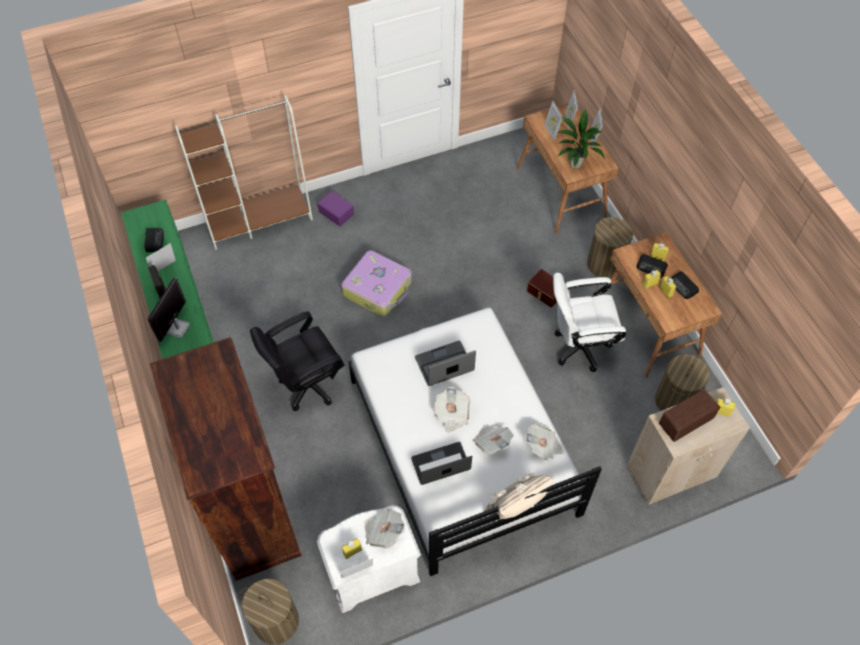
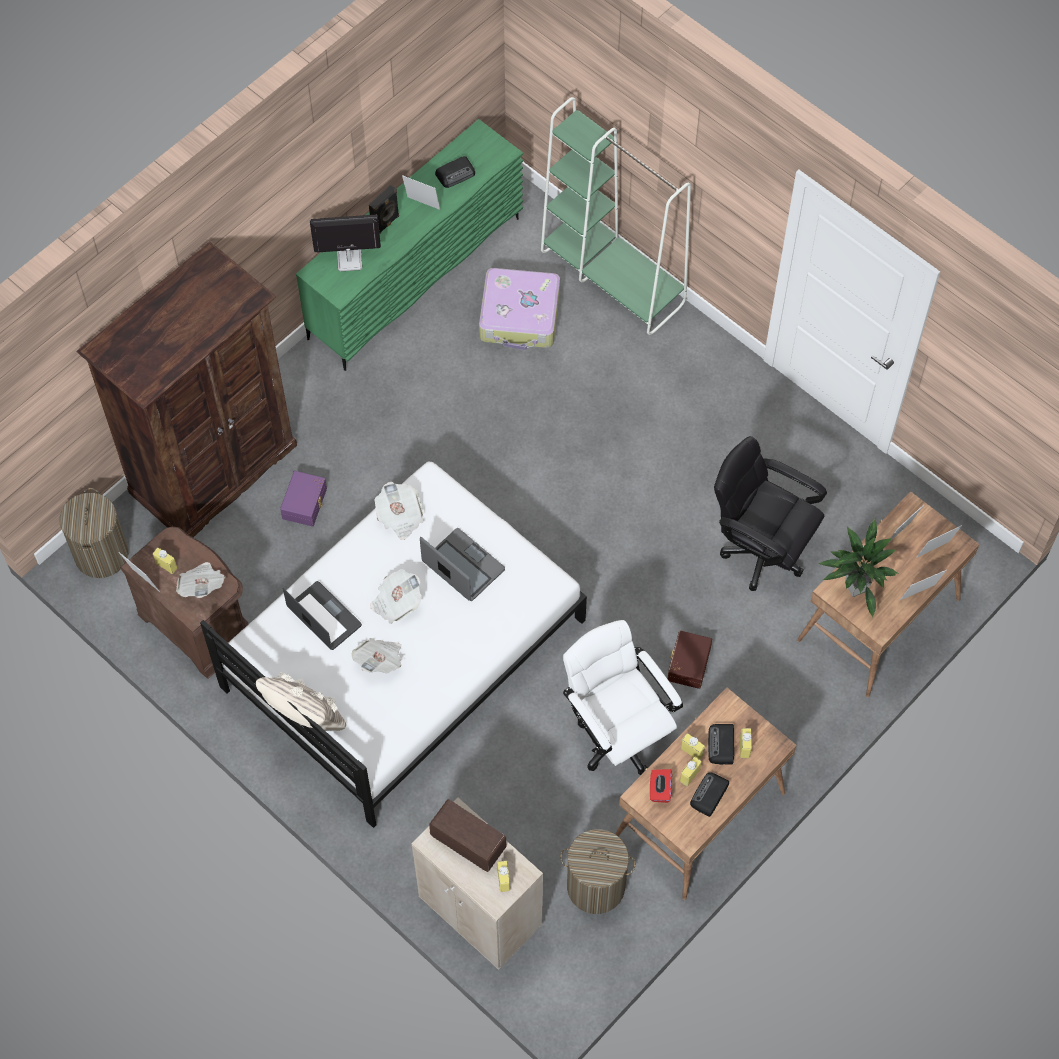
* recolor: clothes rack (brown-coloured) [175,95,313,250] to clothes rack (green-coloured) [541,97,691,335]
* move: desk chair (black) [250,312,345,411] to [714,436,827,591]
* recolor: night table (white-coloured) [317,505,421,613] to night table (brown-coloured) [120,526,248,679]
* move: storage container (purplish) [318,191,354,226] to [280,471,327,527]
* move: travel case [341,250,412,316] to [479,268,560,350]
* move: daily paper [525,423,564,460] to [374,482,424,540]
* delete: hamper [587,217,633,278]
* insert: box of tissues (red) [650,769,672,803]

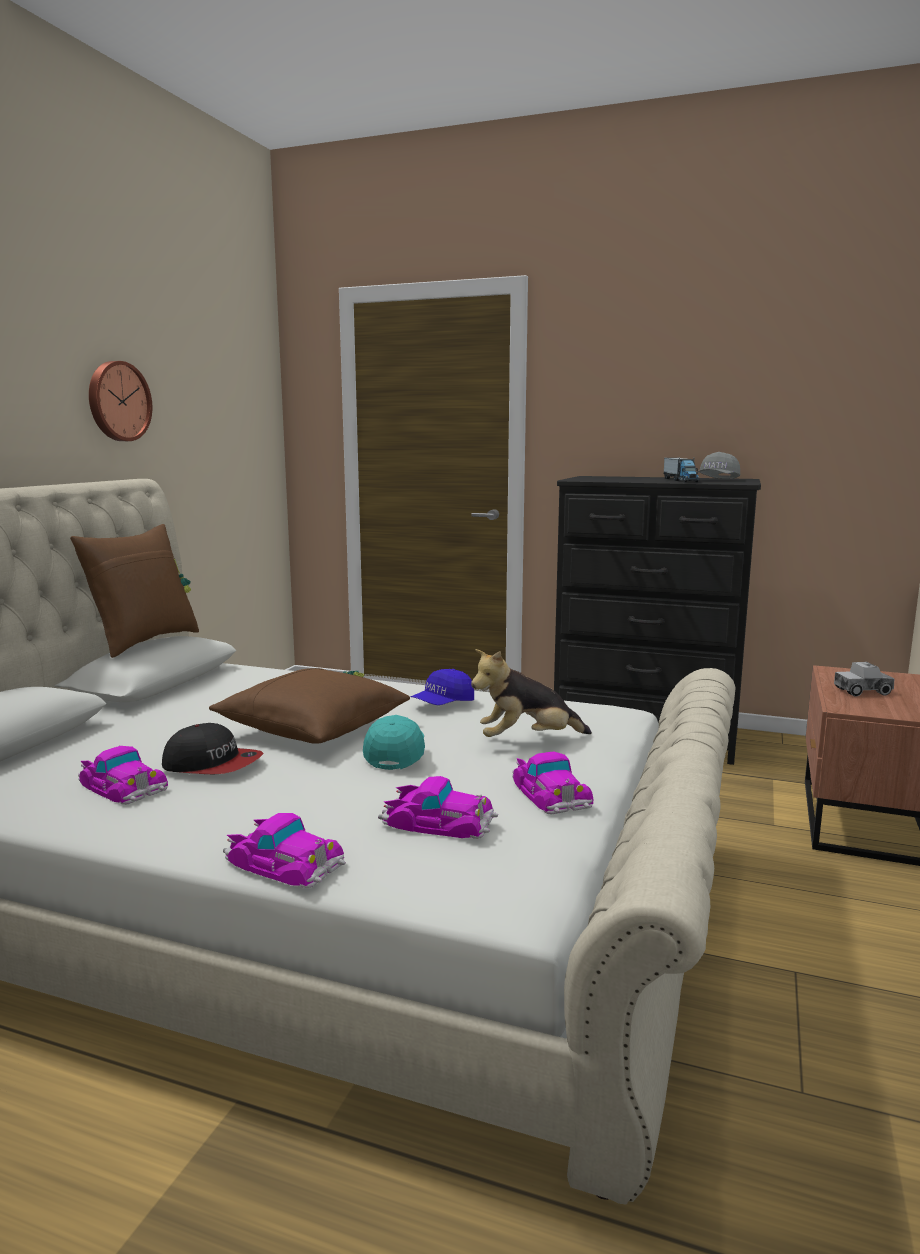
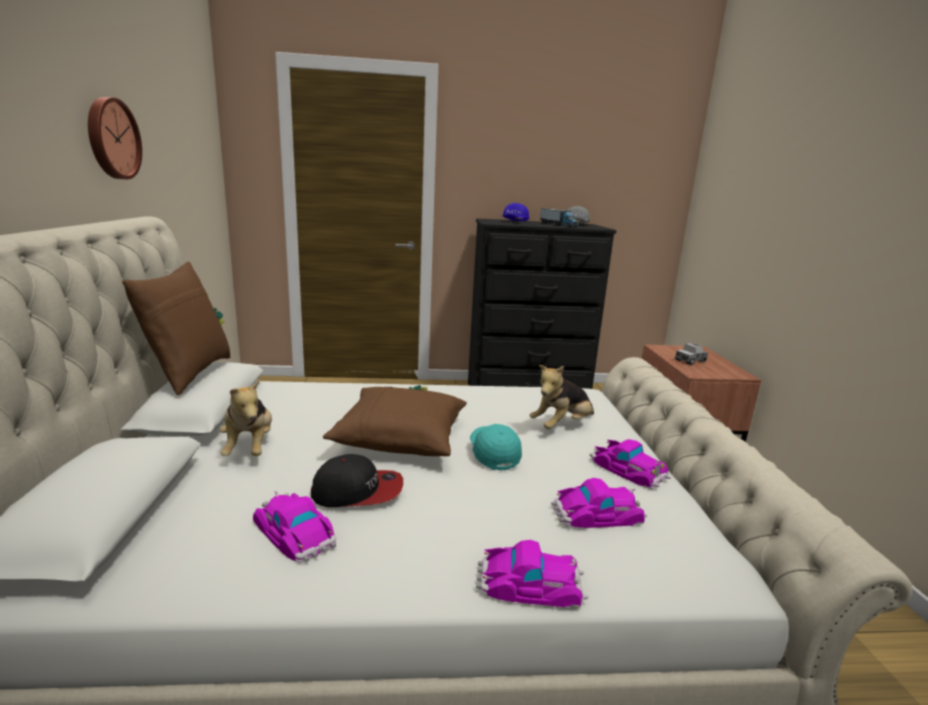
* rotate: model car [78,746,168,805] = [253,491,336,563] 150 degrees counterclockwise
* move: peaked cap (blue) [411,669,474,705] to [501,203,529,222]
* insert: plush toy [220,379,272,456]

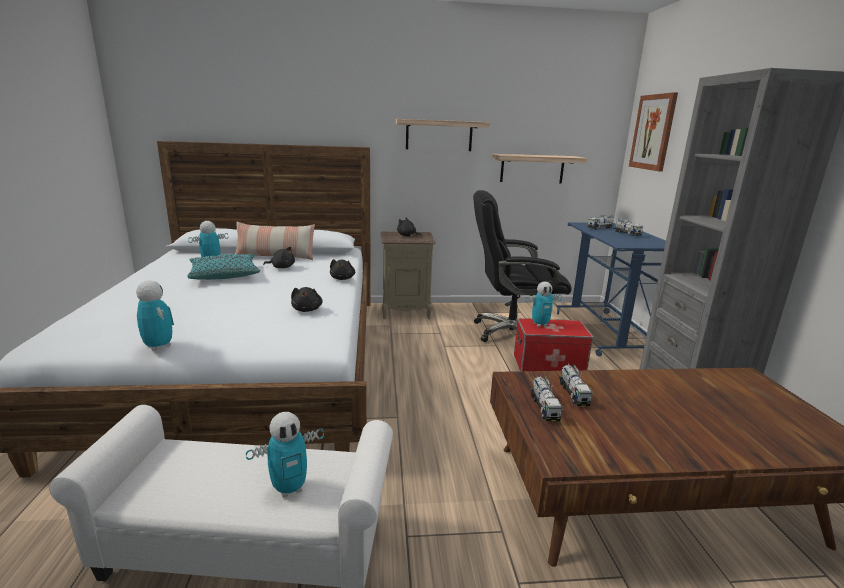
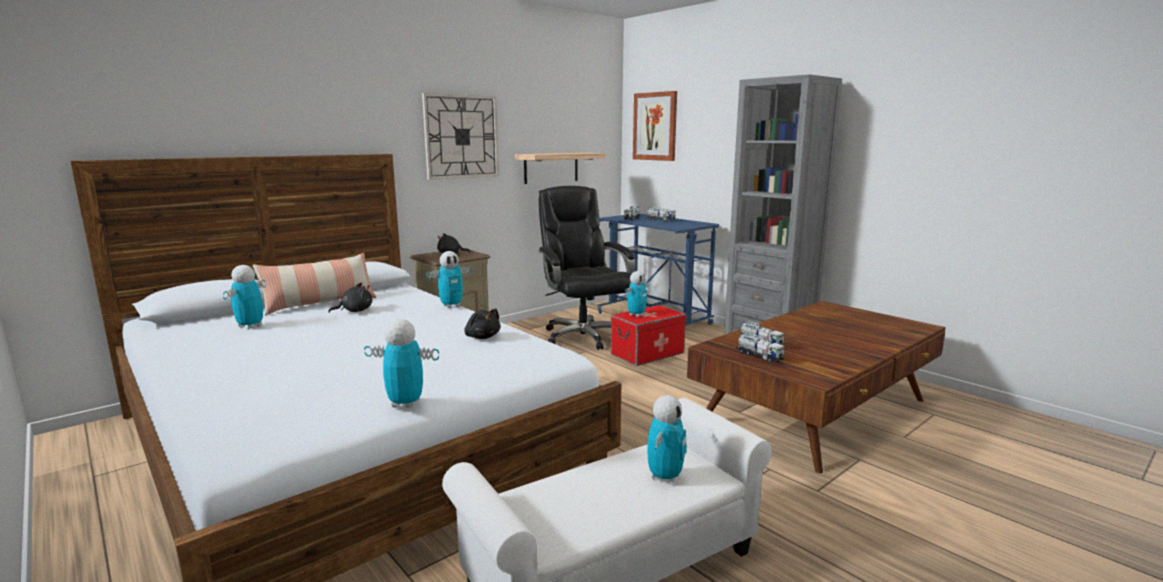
* delete: pillow (blue-green) [187,254,260,280]
* replace: plush toy (black) [330,259,355,280] to model robot [426,251,473,309]
* replace: bracket shelf [396,119,490,151] to clock on the wall [422,93,499,180]
* rotate: desk chair (black) [473,190,572,342] = [539,186,635,350] 105 degrees clockwise

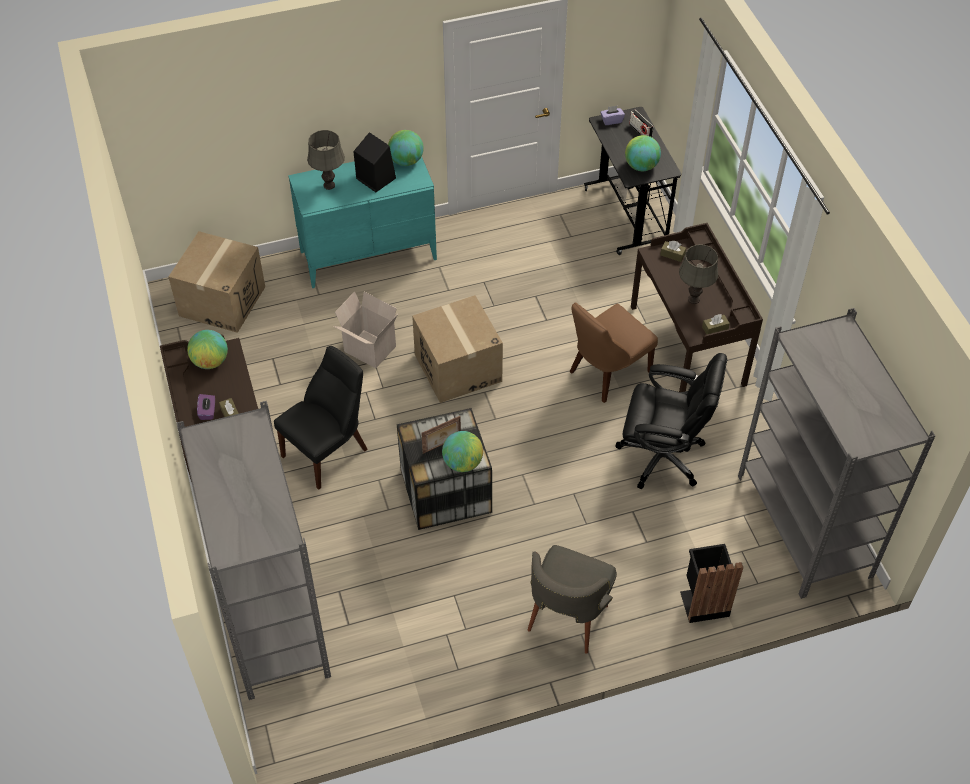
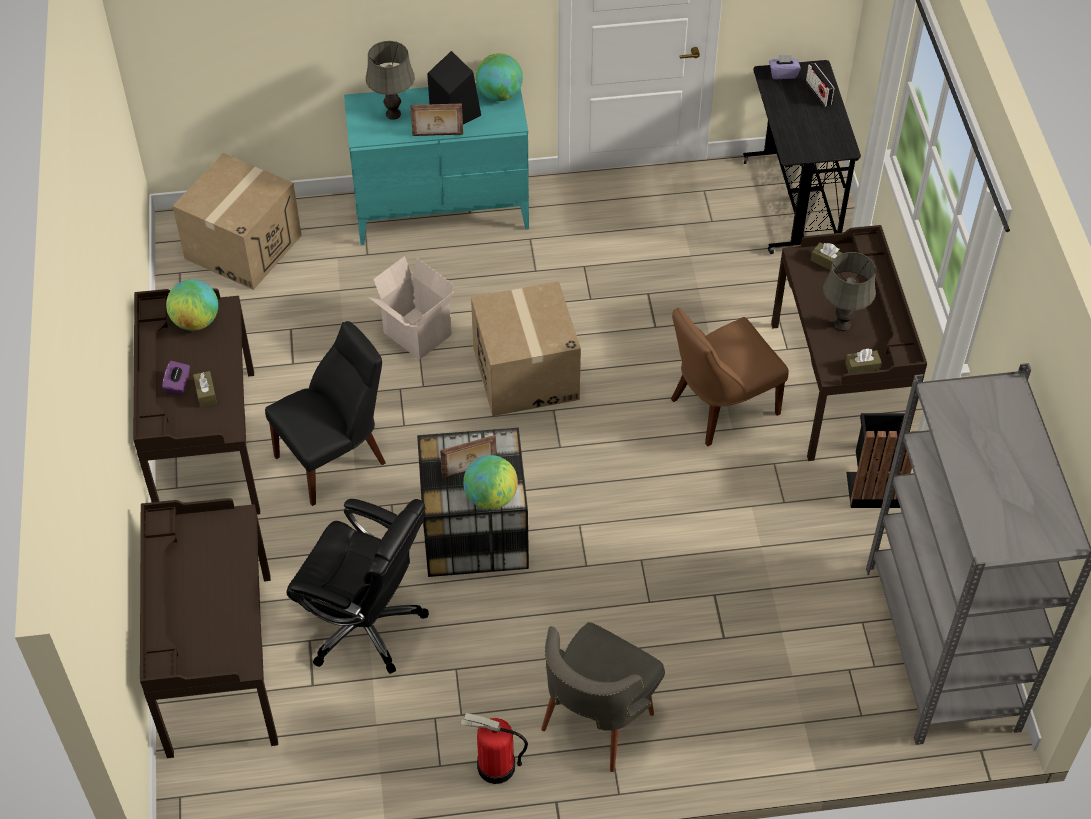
* replace: bookshelf (grey) [176,401,331,700] to desk table (brown-coloured) [140,498,278,758]
* move: desk chair (black) [616,353,728,489] to [286,499,429,674]
* delete: globe [625,135,661,171]
* move: trash can (black) [680,544,743,623] to [846,413,918,508]
* insert: standing frame [410,103,463,136]
* insert: fire-fighting cylinder [460,713,528,784]

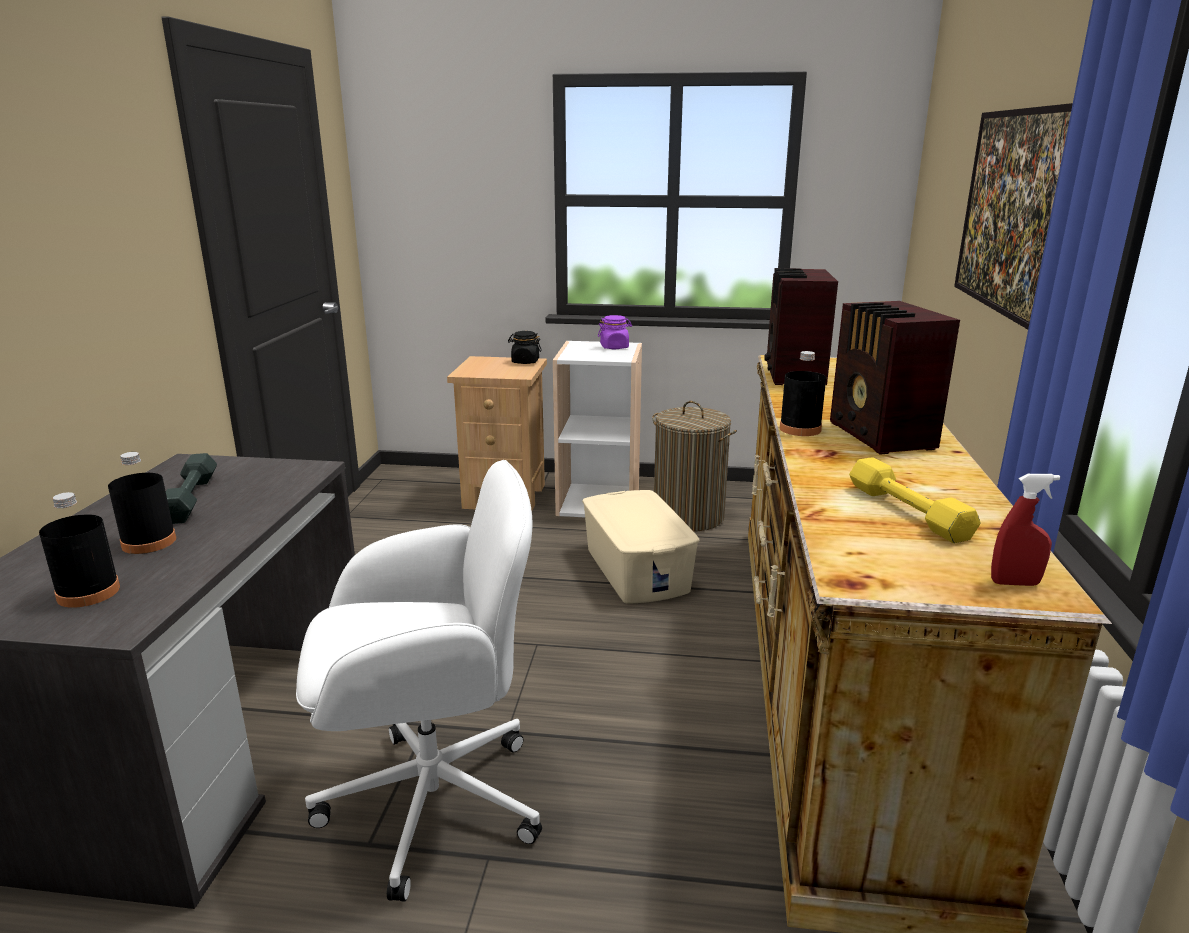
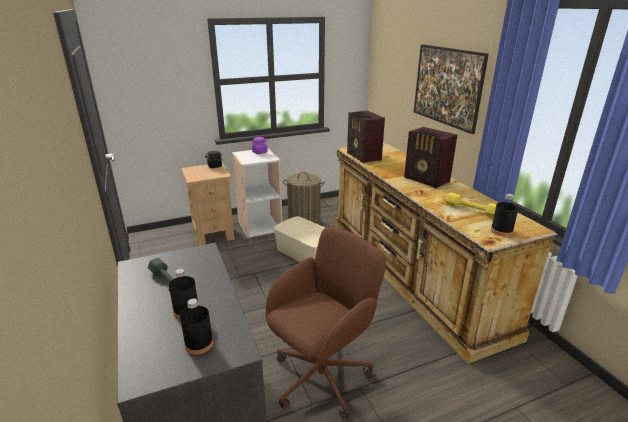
* recolor: desk chair (white-coloured) [296,460,542,901] to desk chair (brown-coloured) [266,226,386,420]
* move: bottle (black) [780,351,826,436] to [491,194,519,237]
* delete: sprayer (red) [991,474,1060,586]

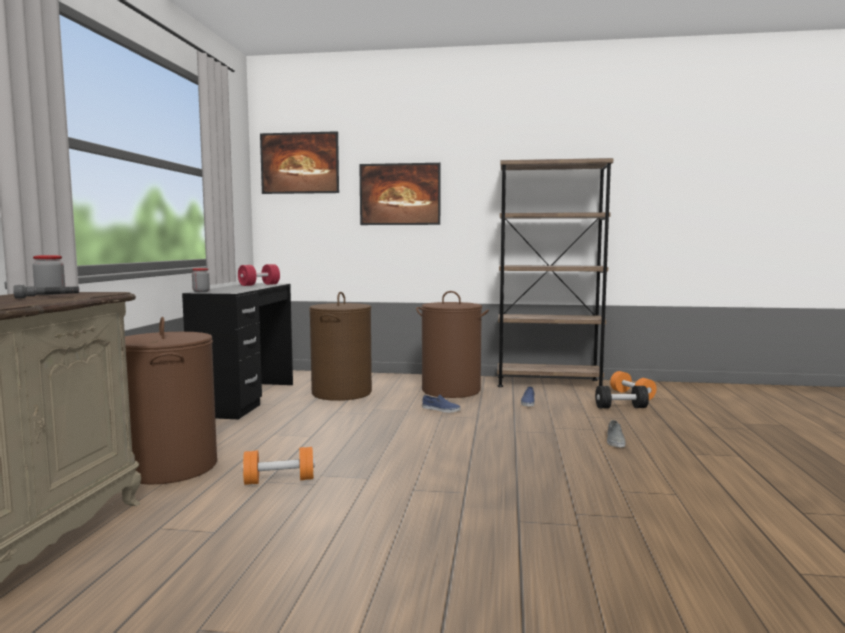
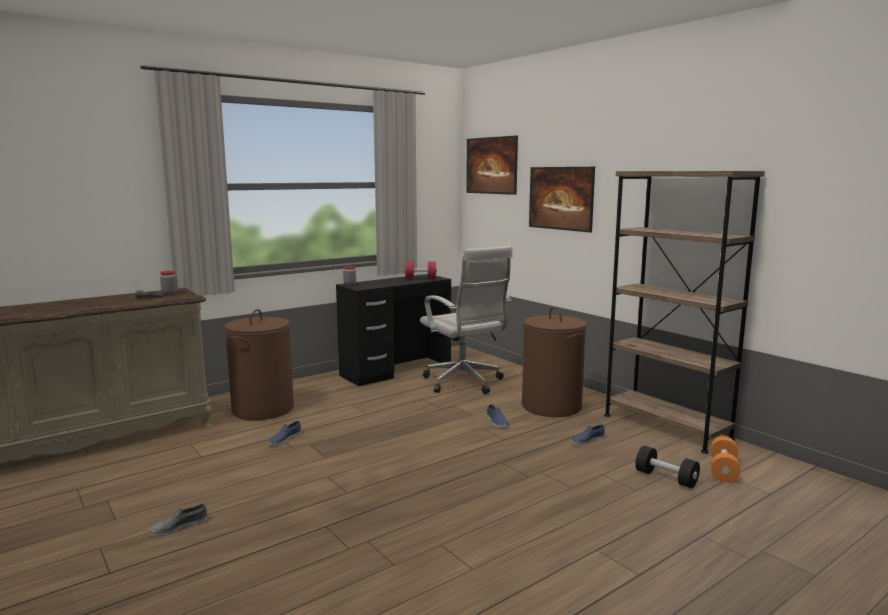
* replace: free weight (orangey) [243,447,315,485] to item of footwear (blue) [269,421,301,446]
* replace: hamper (brown-coloured) [309,292,372,401] to desk chair (white-coloured) [420,246,513,394]
* move: item of footwear (grey) [607,420,625,447] to [148,504,208,536]

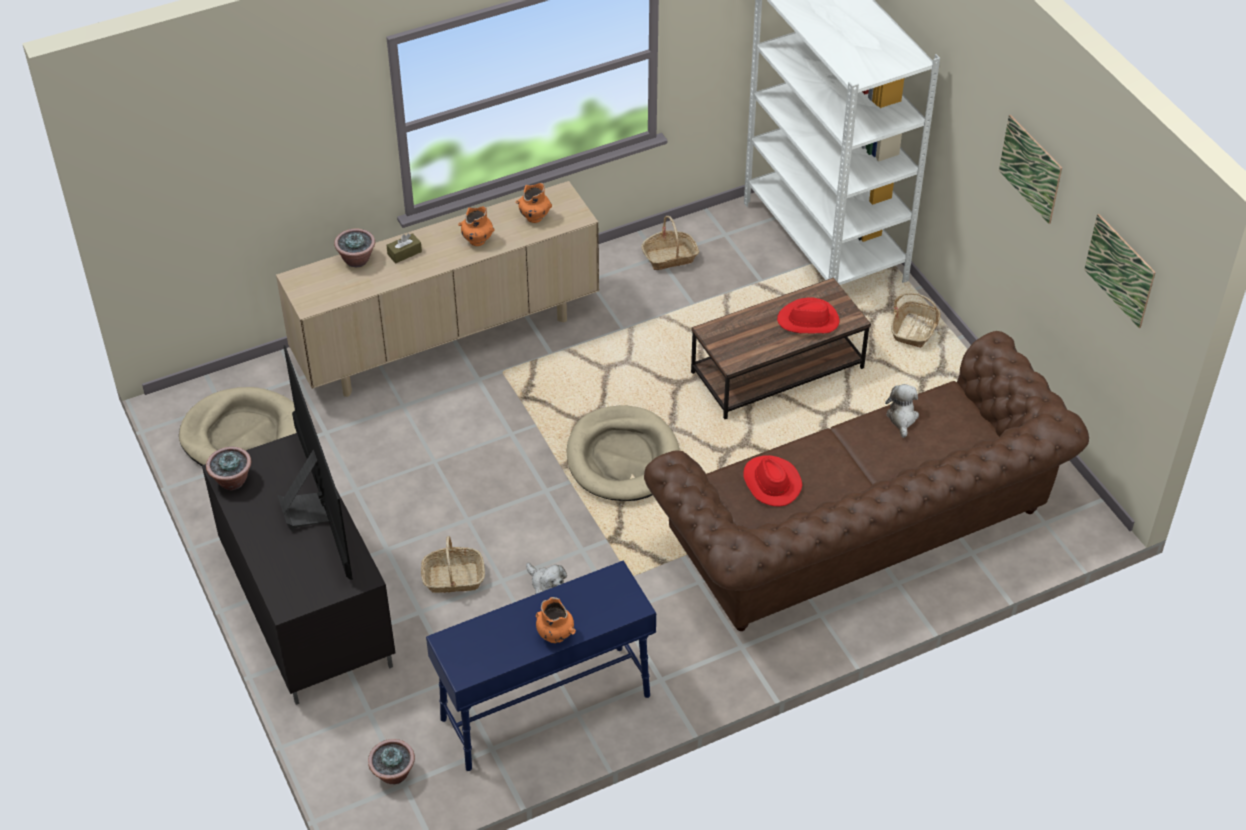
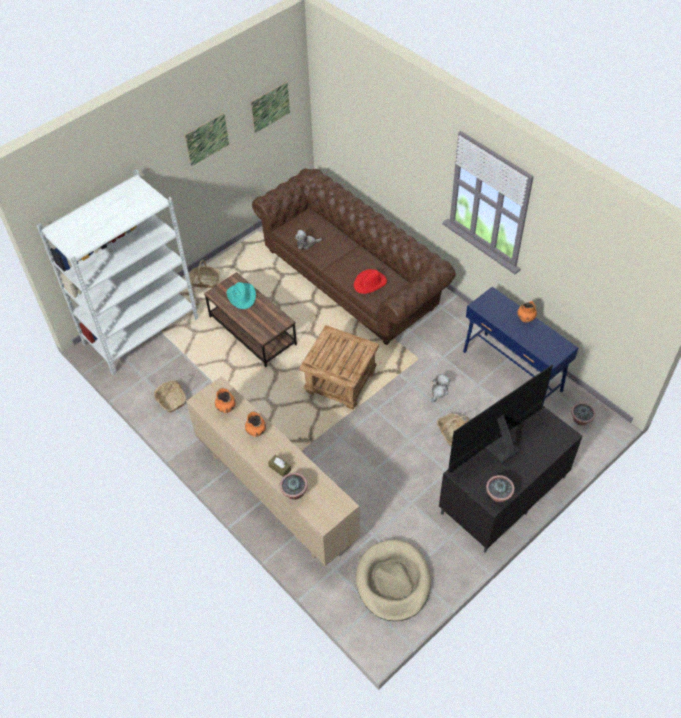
* replace: pet bed (beige) [567,405,680,501] to side table (brown-coloured) [299,325,379,410]
* recolor: hat (red) [777,297,839,334] to hat (blue-green) [227,282,256,309]

